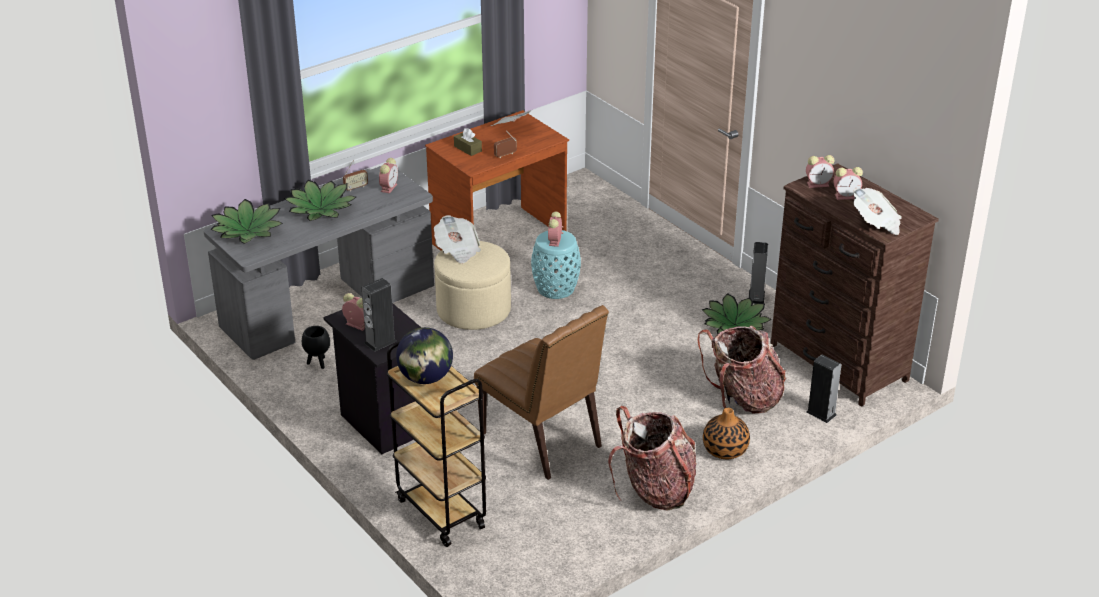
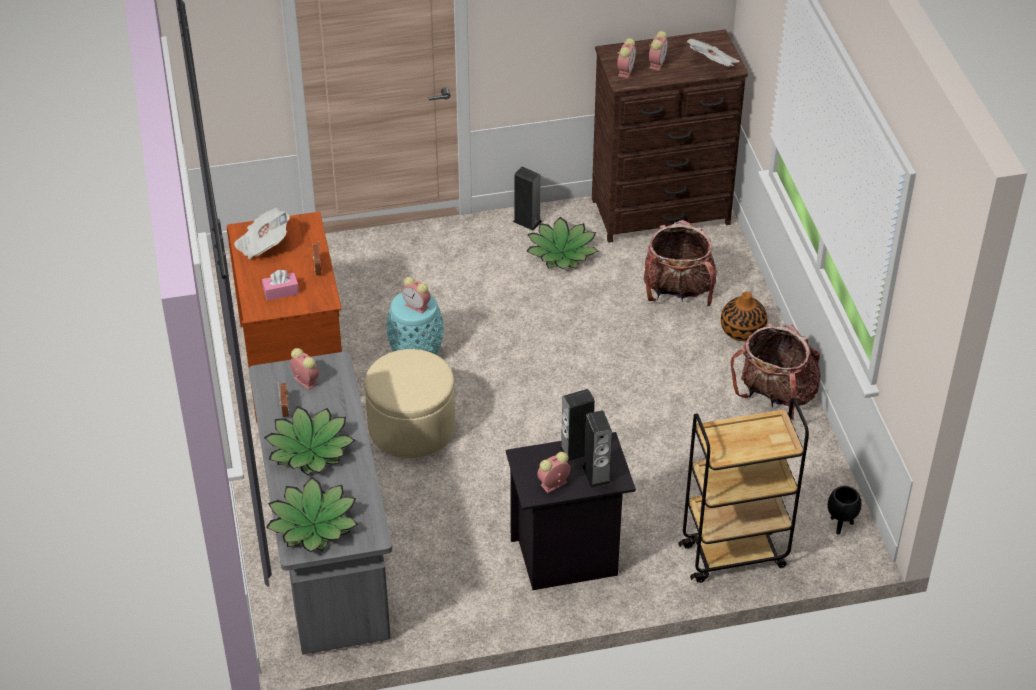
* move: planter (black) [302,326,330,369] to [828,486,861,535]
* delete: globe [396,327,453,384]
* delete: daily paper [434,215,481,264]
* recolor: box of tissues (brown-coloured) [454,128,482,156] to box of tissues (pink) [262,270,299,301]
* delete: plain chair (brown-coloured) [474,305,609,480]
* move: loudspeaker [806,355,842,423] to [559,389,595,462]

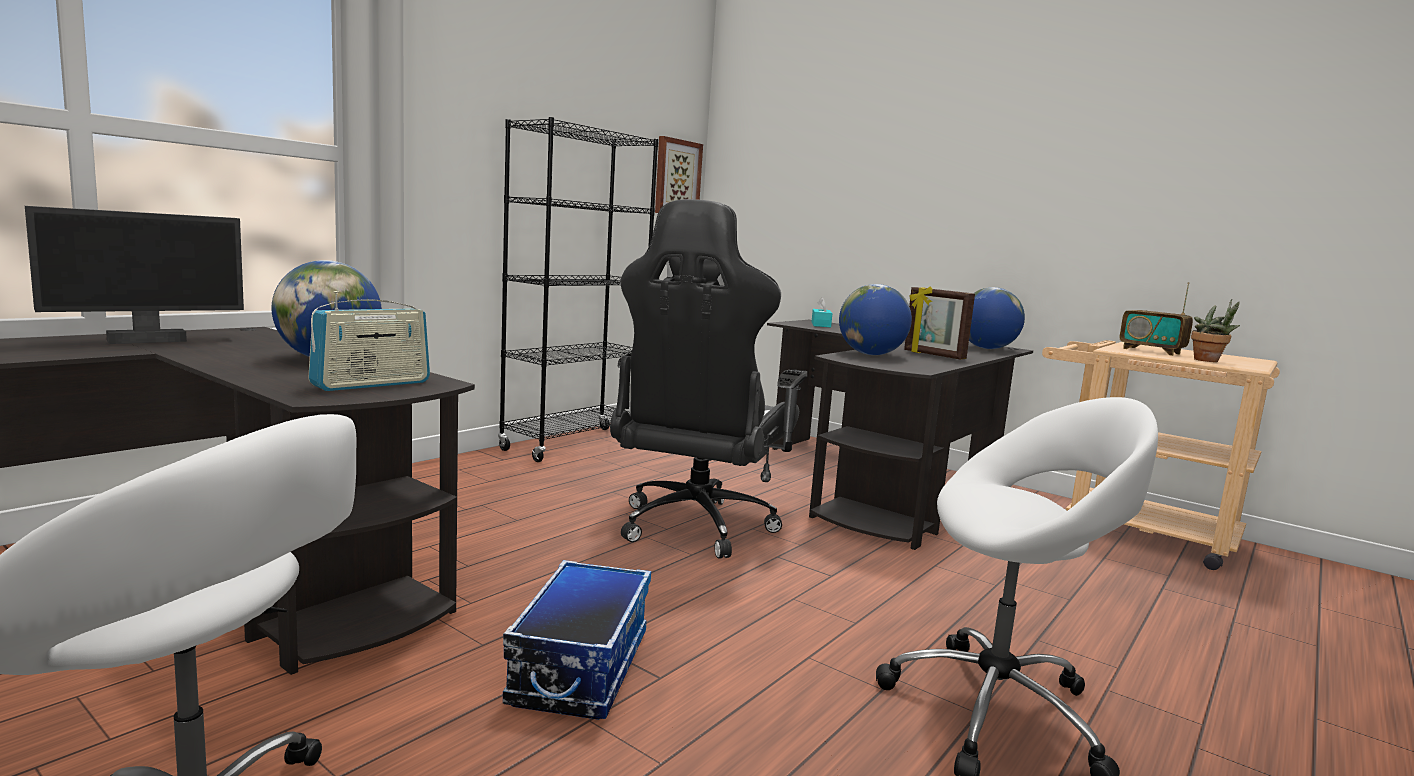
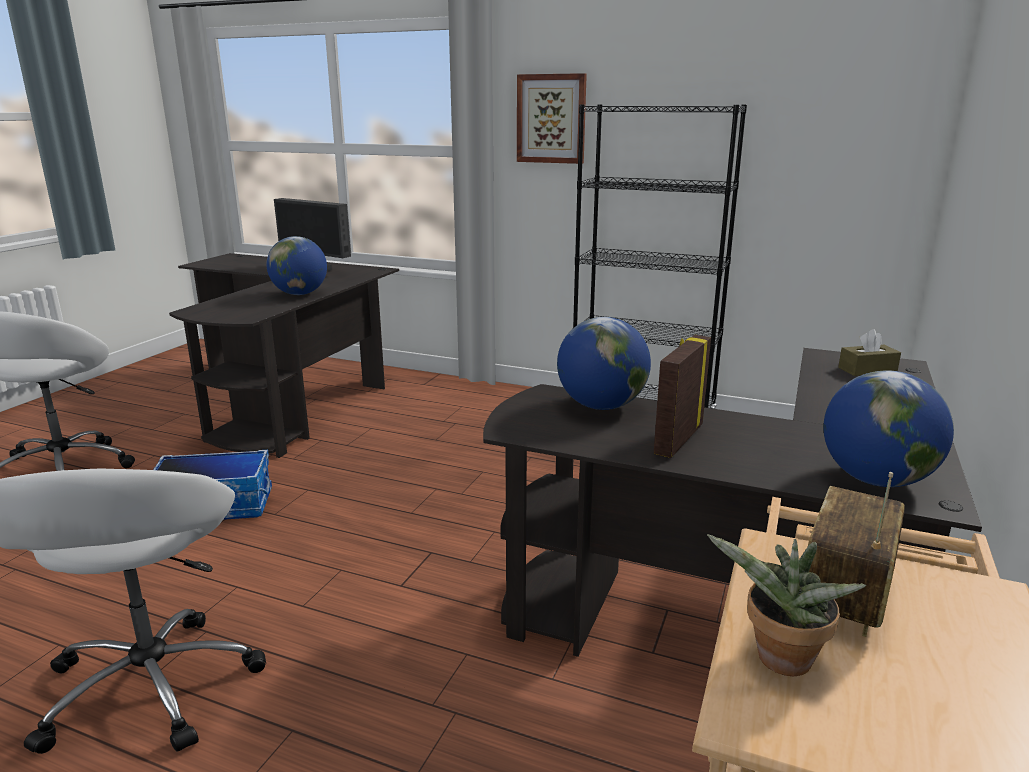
* delete: radio [309,291,430,391]
* delete: desk chair (black) [610,199,807,559]
* move: picture [655,136,703,213] to [517,73,587,164]
* recolor: box of tissues (blue-green) [812,297,833,327] to box of tissues (brown-coloured) [838,329,901,376]

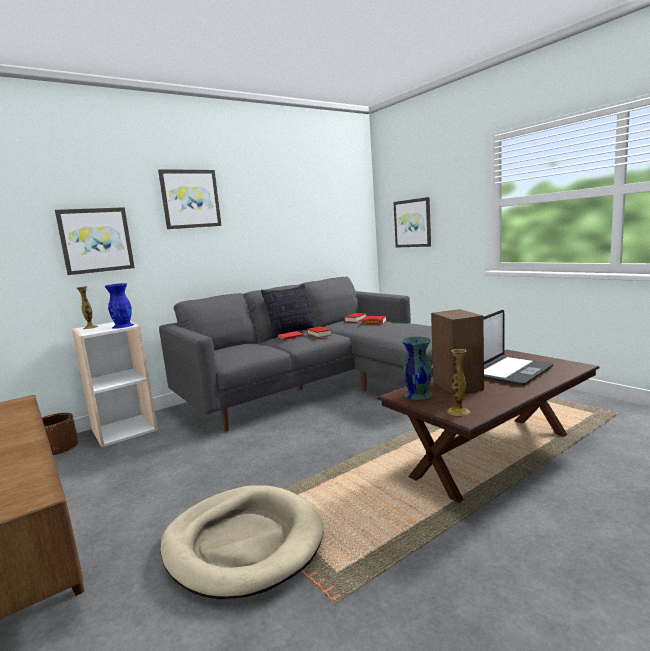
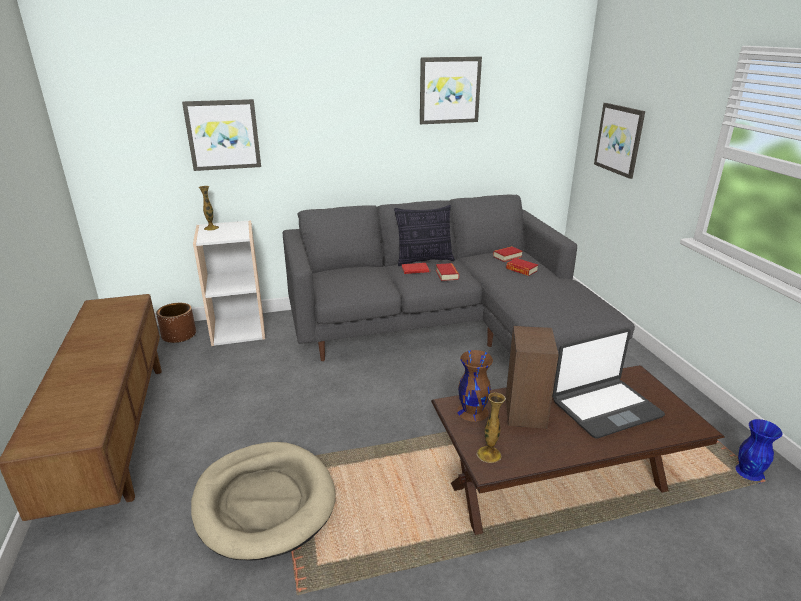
* move: decorative vase (blue) [105,283,134,329] to [736,419,783,484]
* move: picture [158,169,222,229] to [420,57,482,124]
* recolor: decorative vase (green-coloured) [402,337,433,400] to decorative vase (brown-coloured) [457,350,493,422]

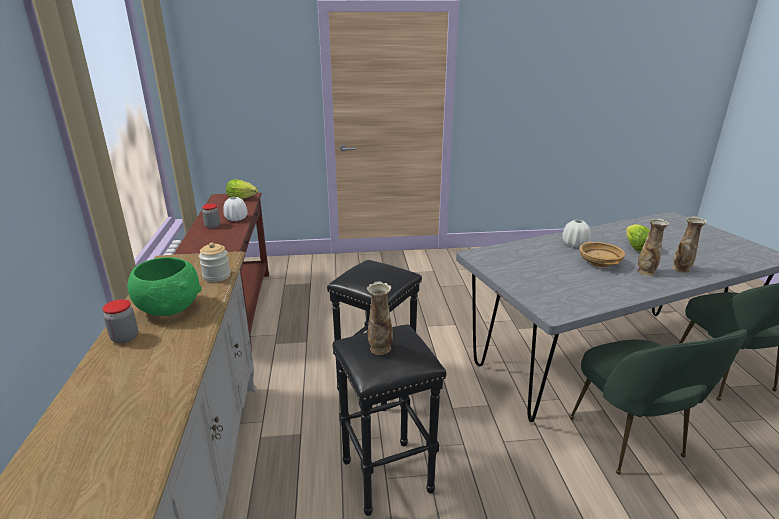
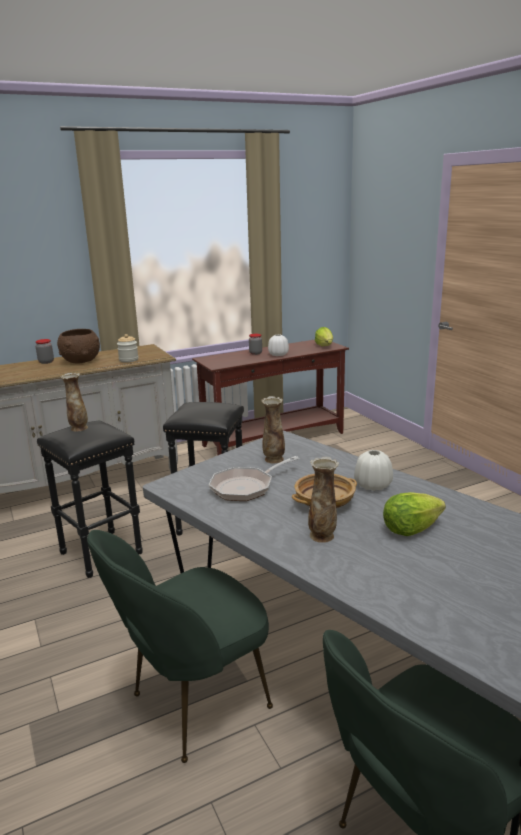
* recolor: bowl (green-coloured) [128,257,202,316] to bowl (brown-coloured) [57,329,100,364]
* move: decorative vase [672,216,707,273] to [261,396,285,464]
* insert: skillet [209,456,300,501]

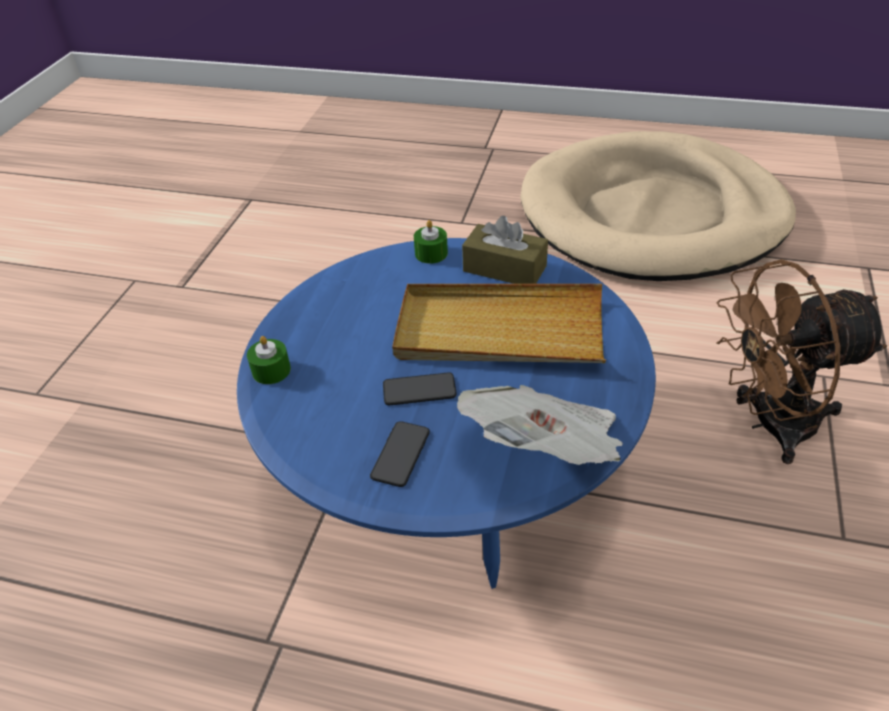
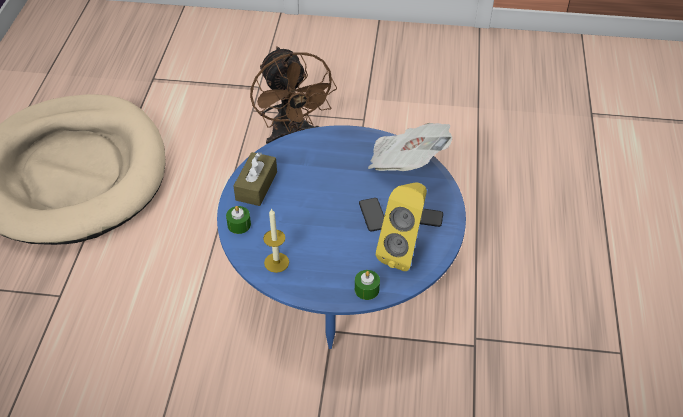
* delete: tray (beige) [392,284,606,363]
* insert: candle [263,208,289,273]
* insert: loudspeaker (yellow-coloured) [376,182,427,271]

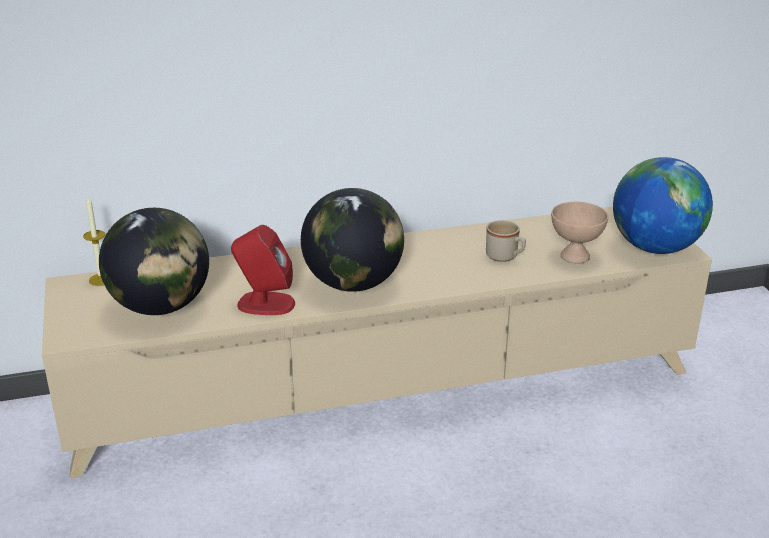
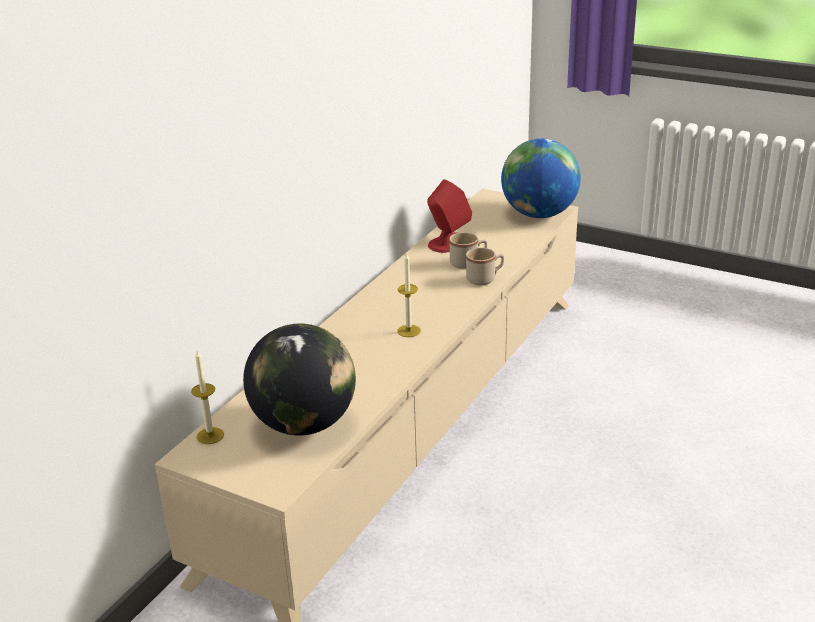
* move: loudspeaker (red) [231,225,295,315] to [427,179,472,253]
* replace: globe [301,188,404,292] to candle [397,252,421,337]
* delete: bowl (beige) [551,202,608,264]
* insert: tea mug (beige) [466,248,504,285]

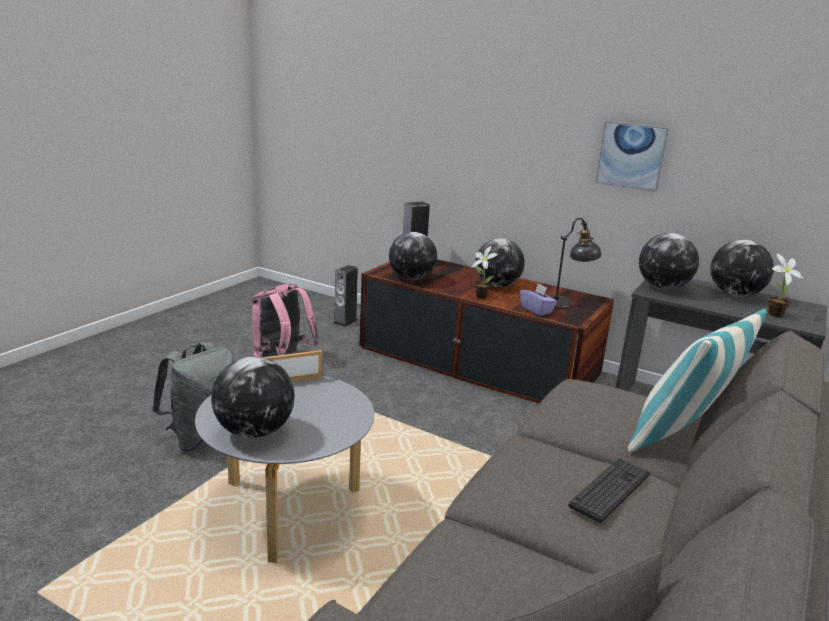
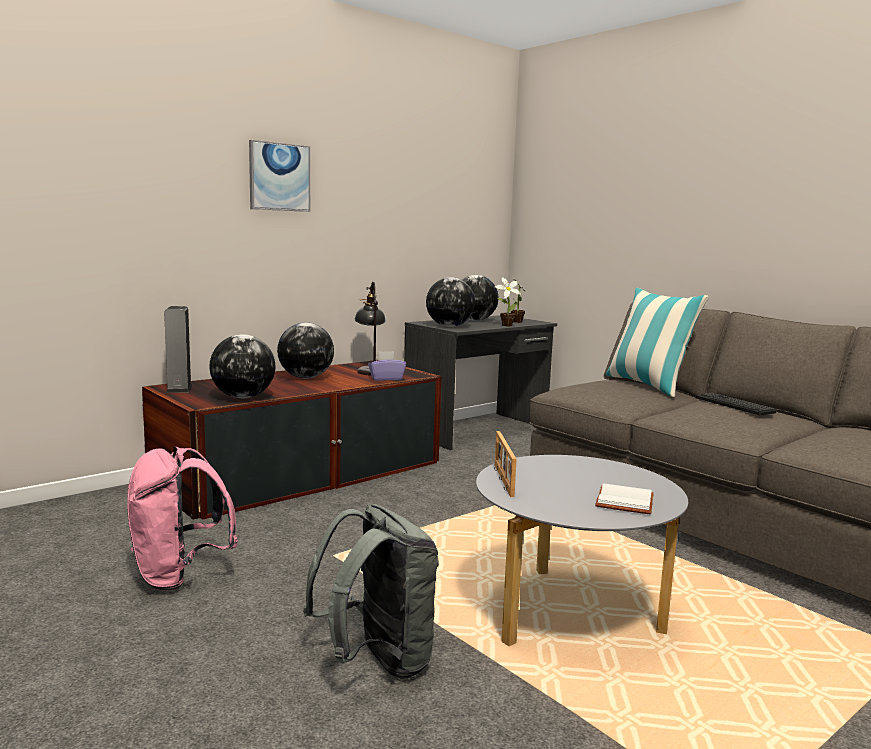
* replace: globe [211,356,295,438] to volume (white-coloured) [595,483,654,514]
* delete: loudspeaker [333,265,358,327]
* move: potted plant [471,246,498,299] to [495,277,521,327]
* move: picture [596,121,669,192] to [249,140,310,212]

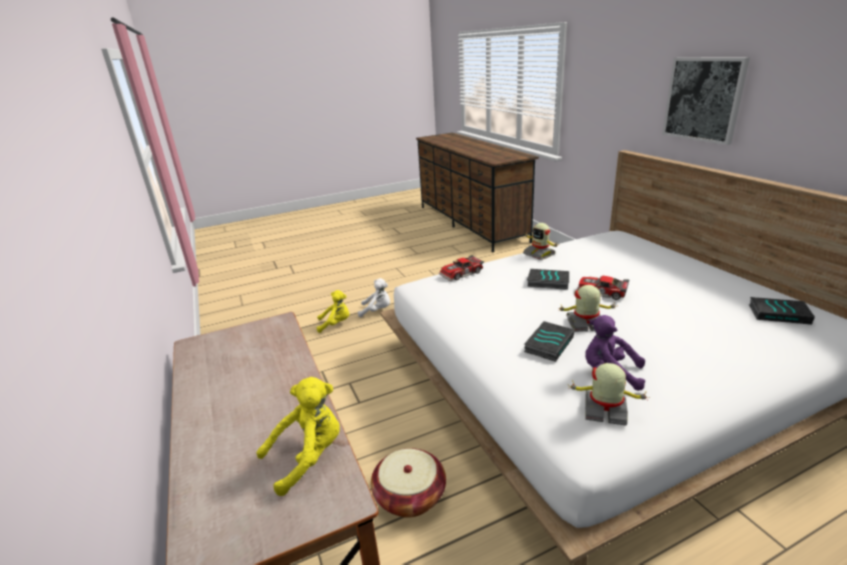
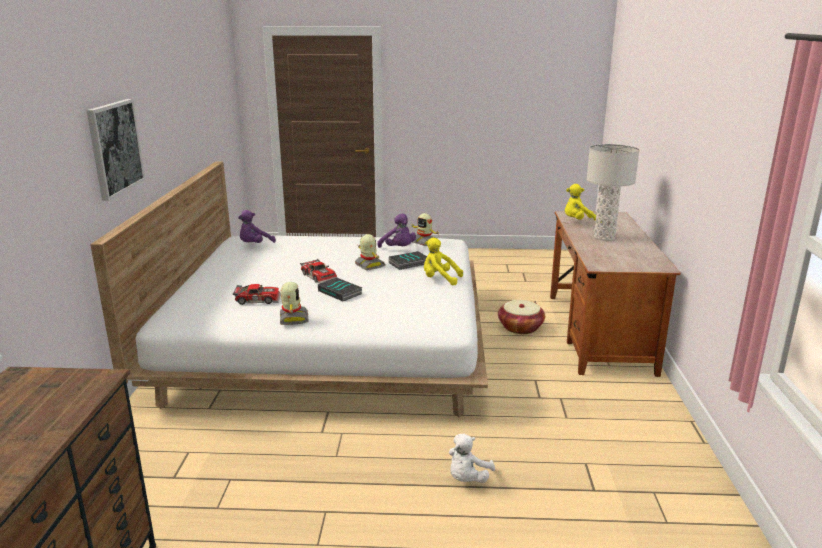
* move: plush toy (yellow-coloured) [317,290,349,333] to [424,238,463,285]
* rotate: plush toy (white-coloured) [358,278,390,317] = [449,434,495,483] 90 degrees counterclockwise
* move: model car [439,255,484,281] to [233,284,281,305]
* rotate: model robot [557,285,616,332] = [355,234,386,270] 150 degrees counterclockwise
* replace: volume [749,297,815,325] to plush toy (purplish) [238,210,276,243]
* insert: tabletop lamp (white-coloured) [587,144,639,241]

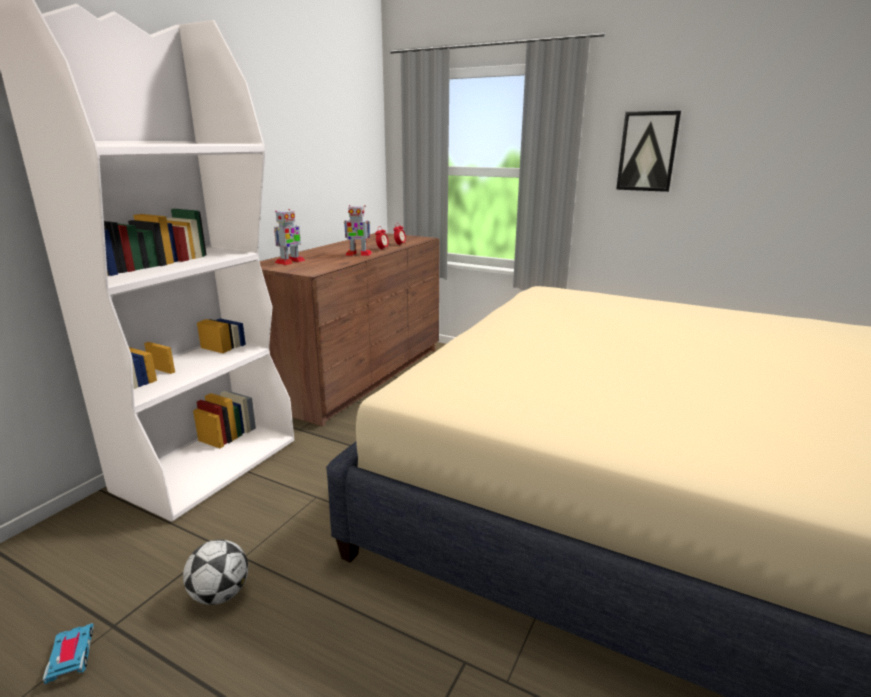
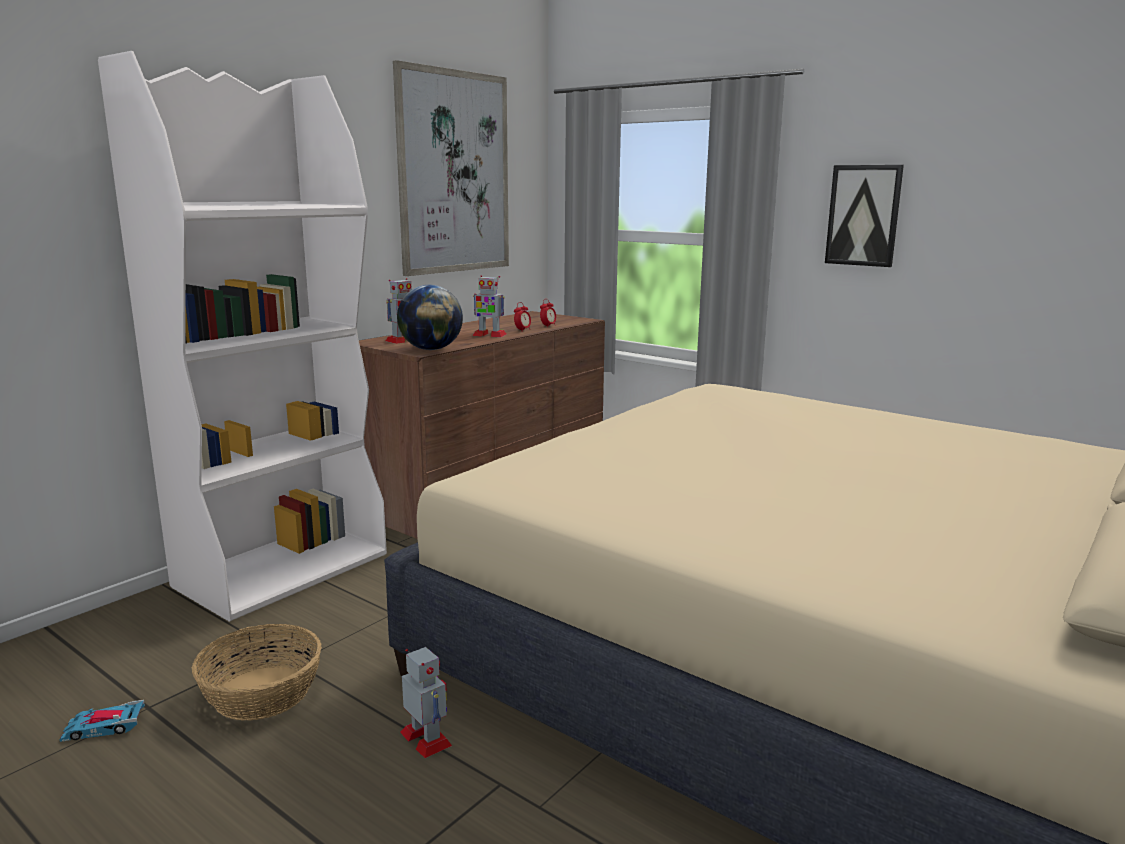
* rotate: model car [43,623,94,684] = [59,700,145,742] 90 degrees counterclockwise
* replace: ball for football [183,539,248,605] to household basket [192,624,322,721]
* insert: picture [393,60,509,276]
* insert: globe [397,285,463,350]
* insert: model robot [400,647,452,758]

